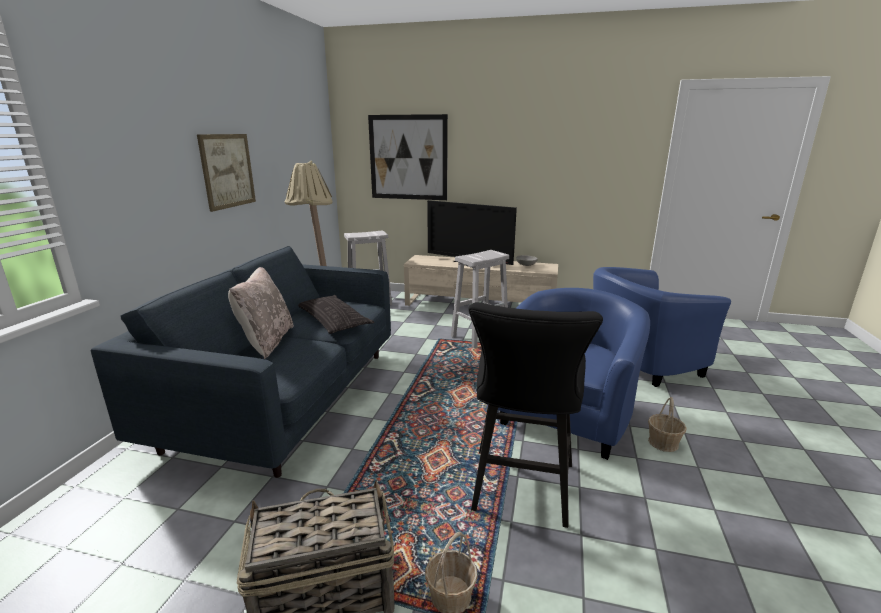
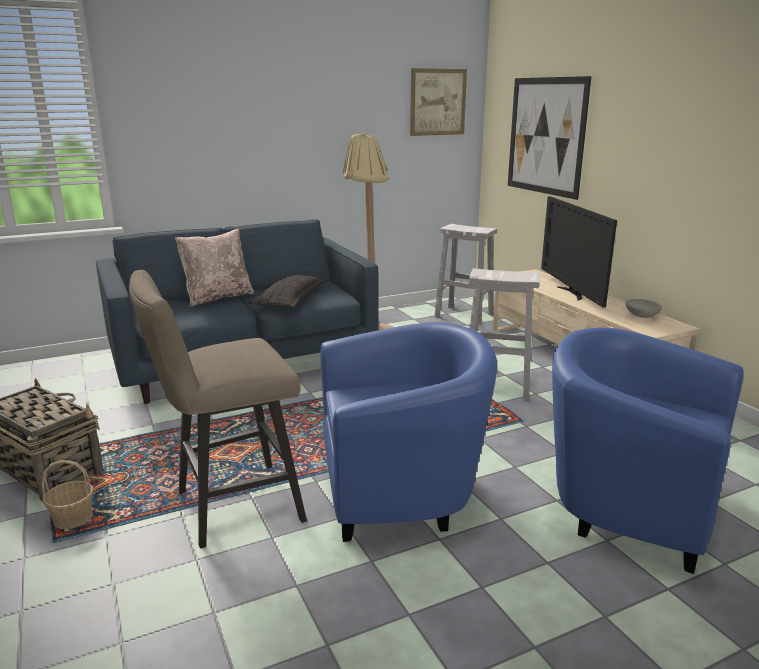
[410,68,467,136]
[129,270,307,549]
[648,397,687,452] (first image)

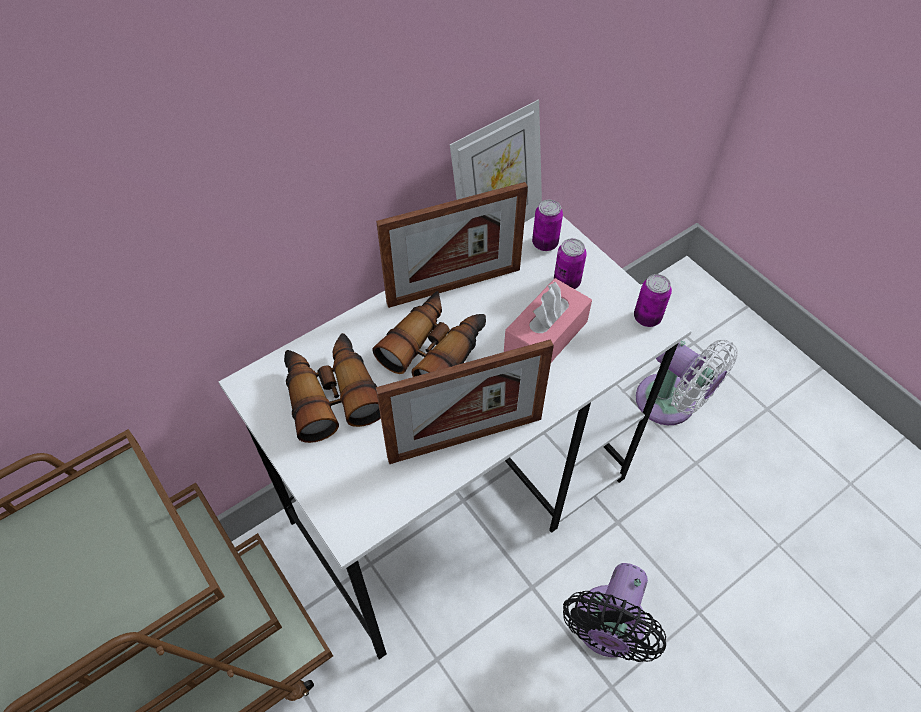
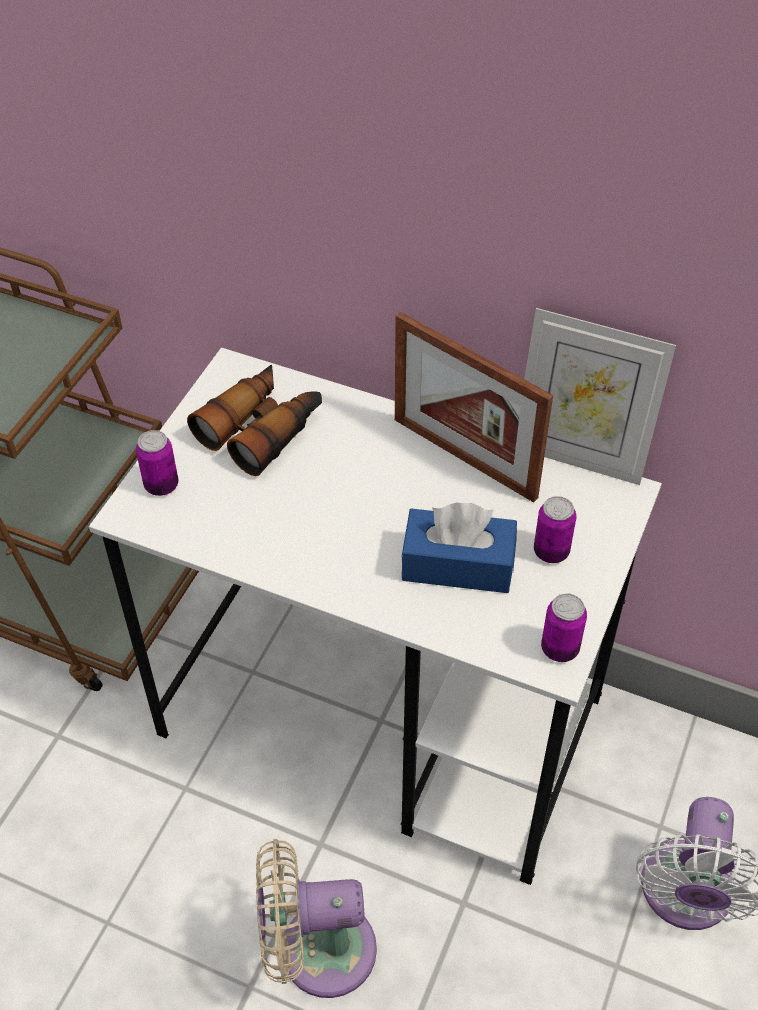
[372,291,486,377] (first image)
[376,339,554,464] (first image)
[401,503,517,593]
[136,430,178,496]
[256,839,377,998]

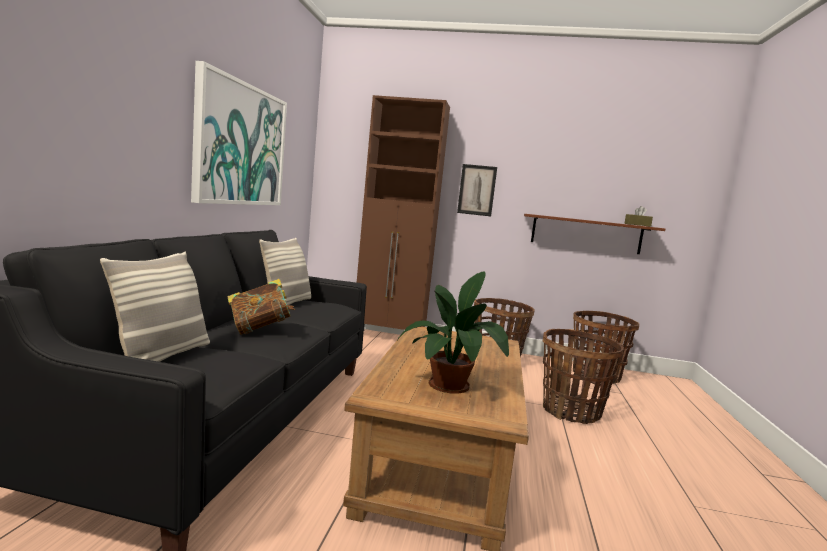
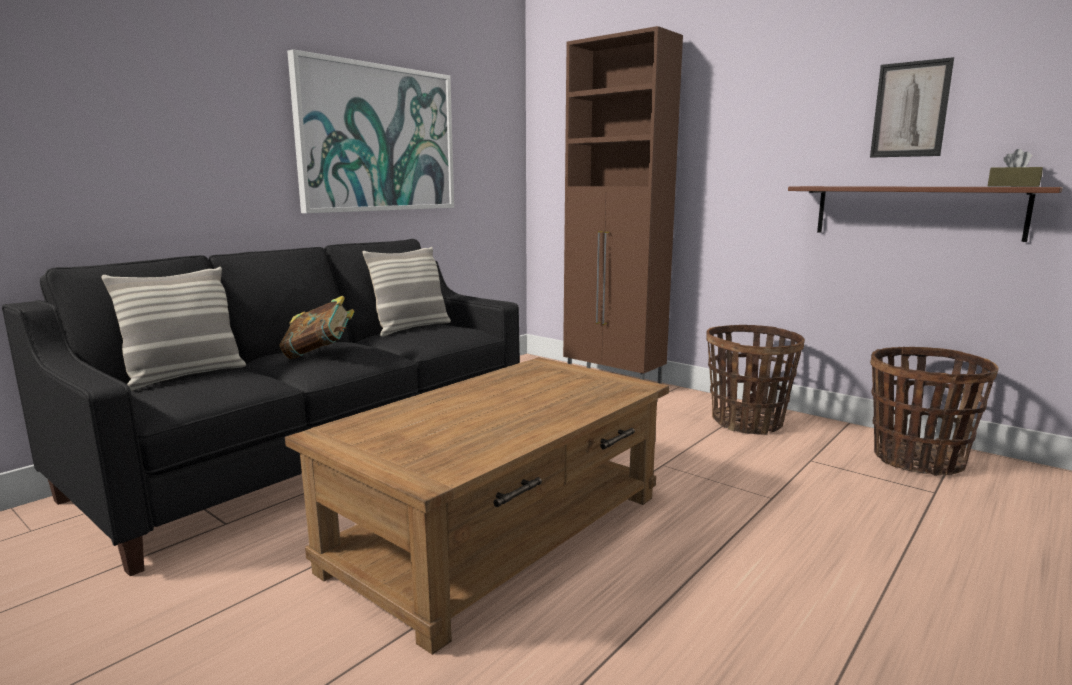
[397,271,509,394] (first image)
[870,57,954,158]
[543,329,624,424] (first image)

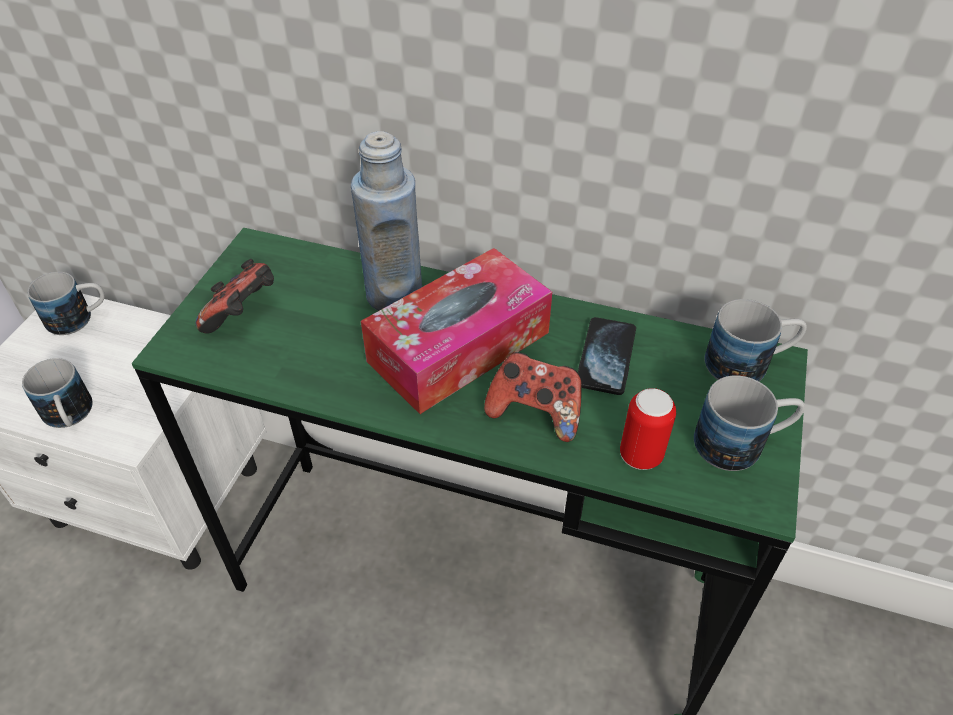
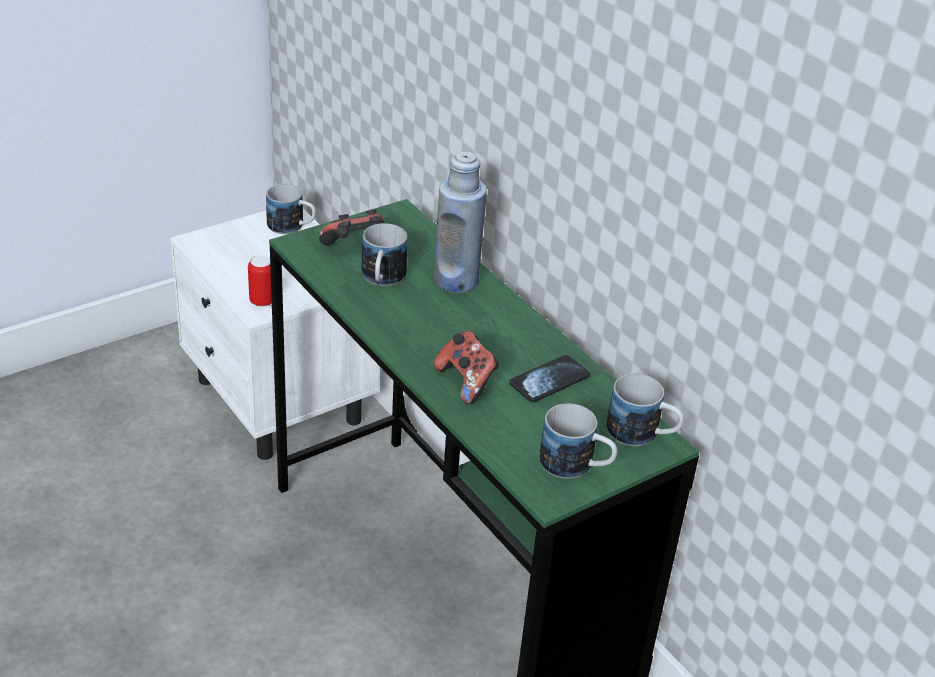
[362,223,408,286]
[361,248,552,414] (first image)
[248,256,272,307]

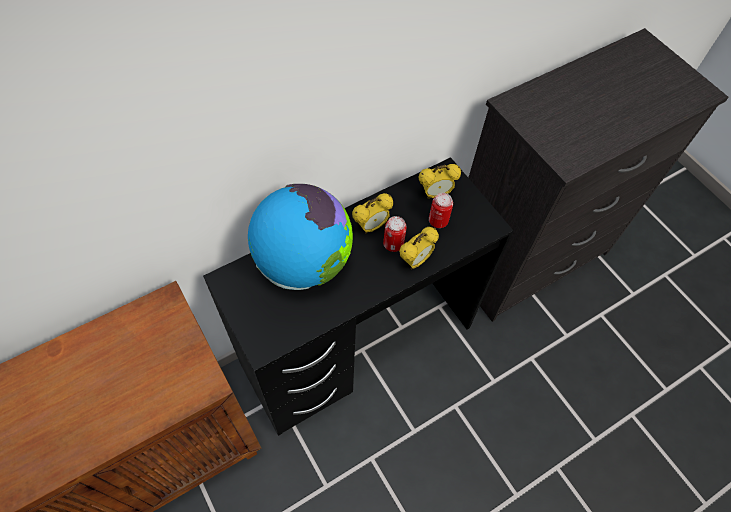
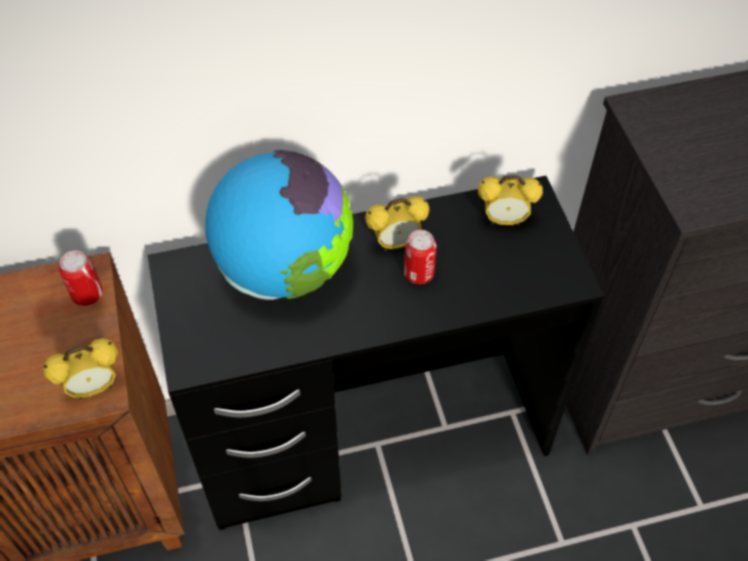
[43,338,118,399]
[59,250,102,306]

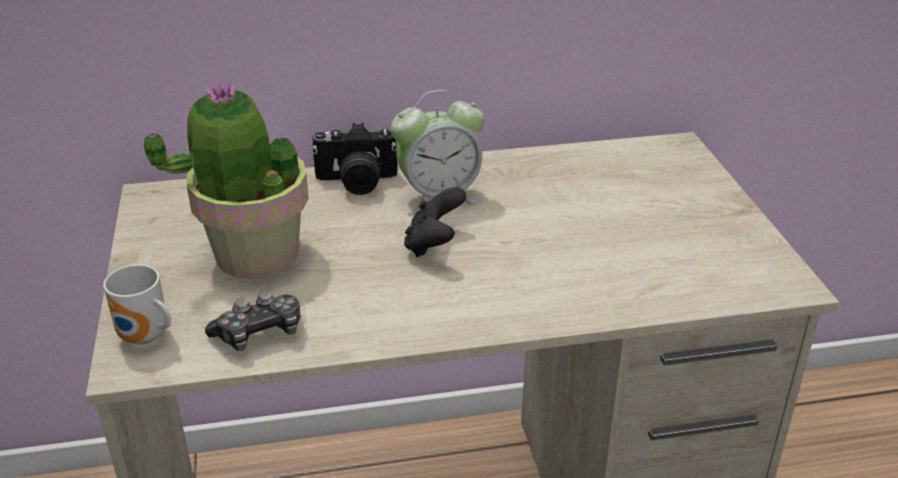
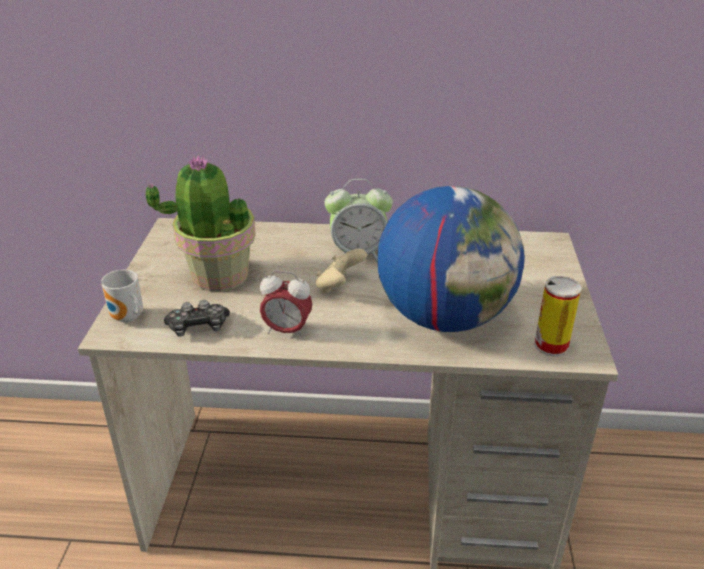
[311,123,398,195] (first image)
[316,249,367,294]
[260,270,312,338]
[378,186,525,332]
[534,276,581,356]

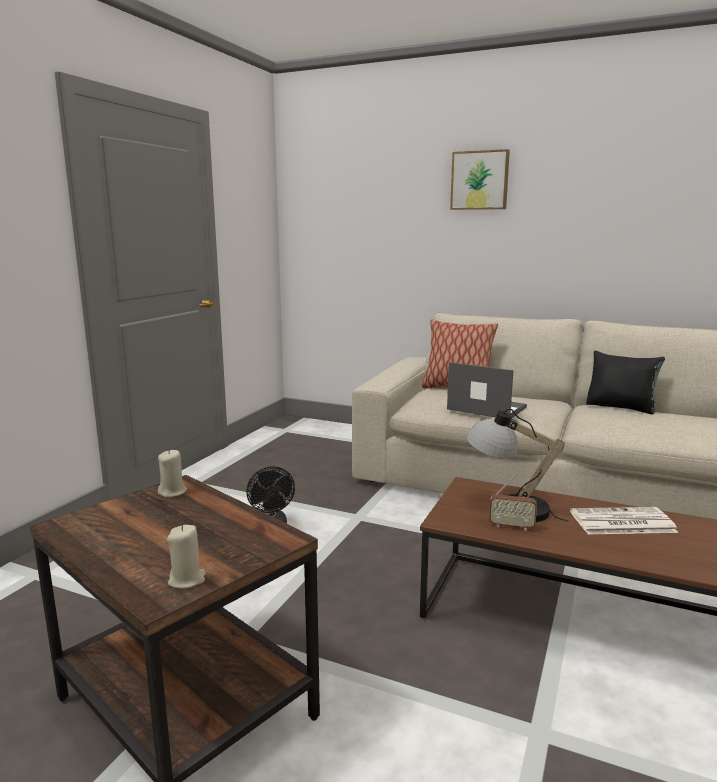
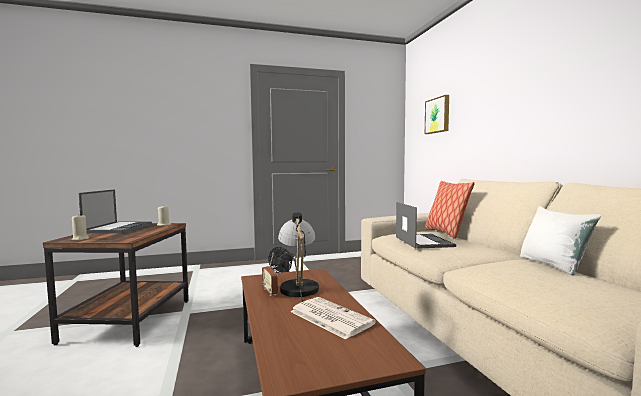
[425,95,449,134]
[520,206,601,275]
[79,189,152,233]

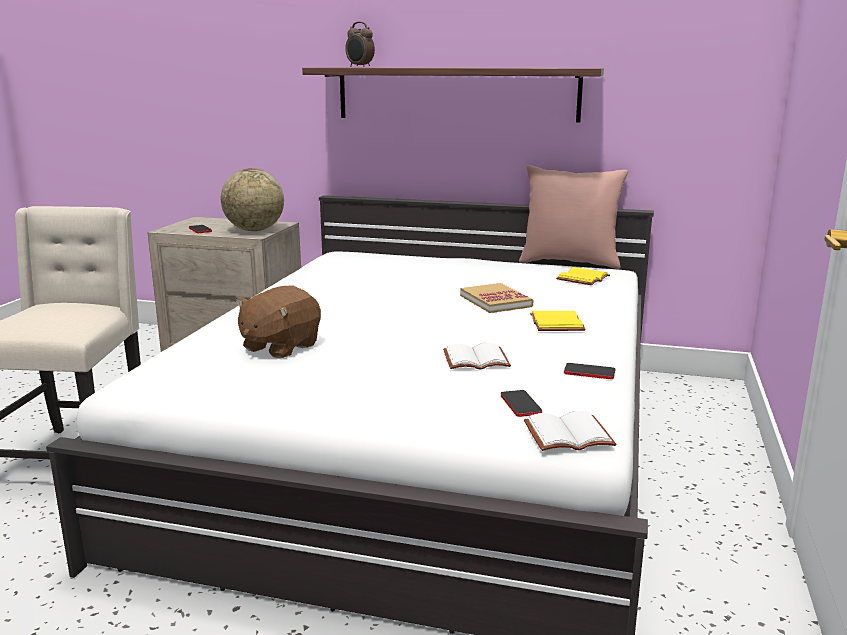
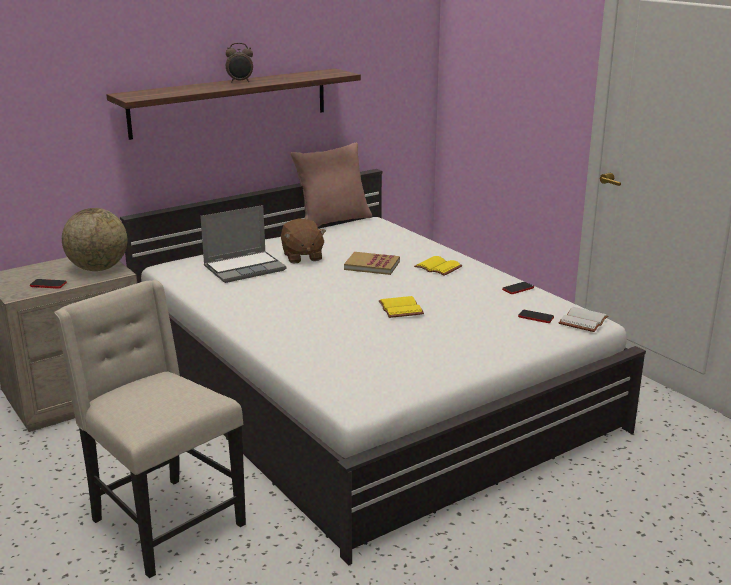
[281,218,326,263]
[226,43,253,82]
[443,342,511,370] (first image)
[378,296,424,318]
[200,205,286,283]

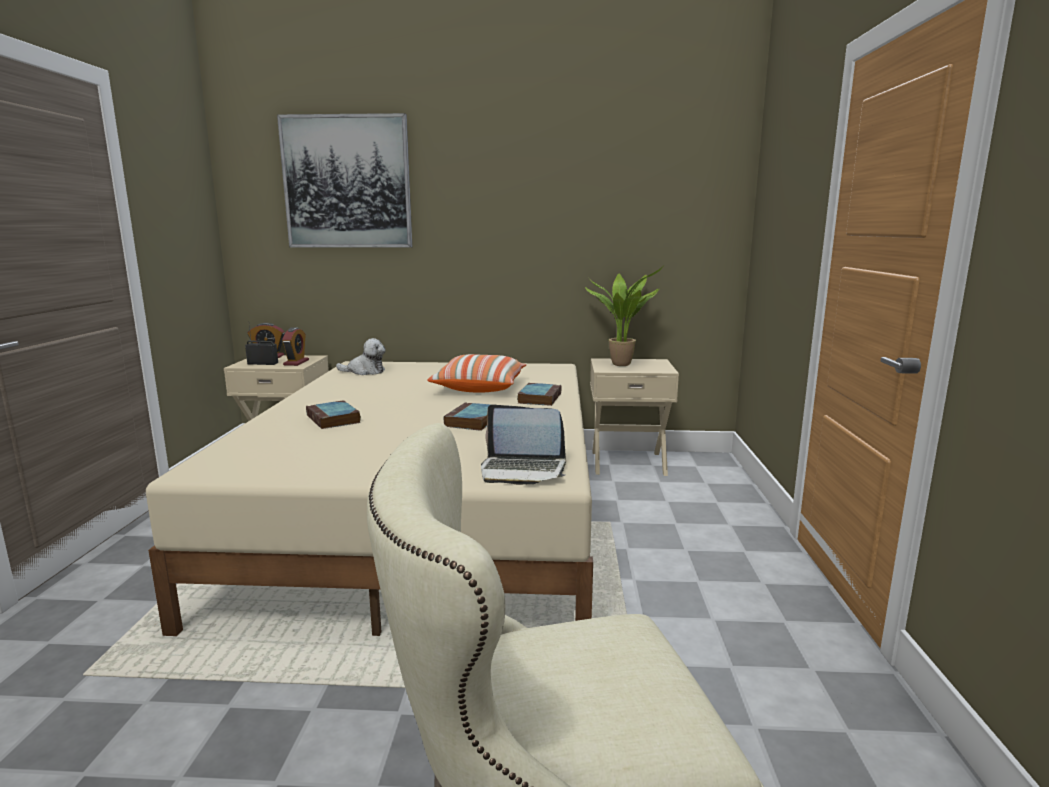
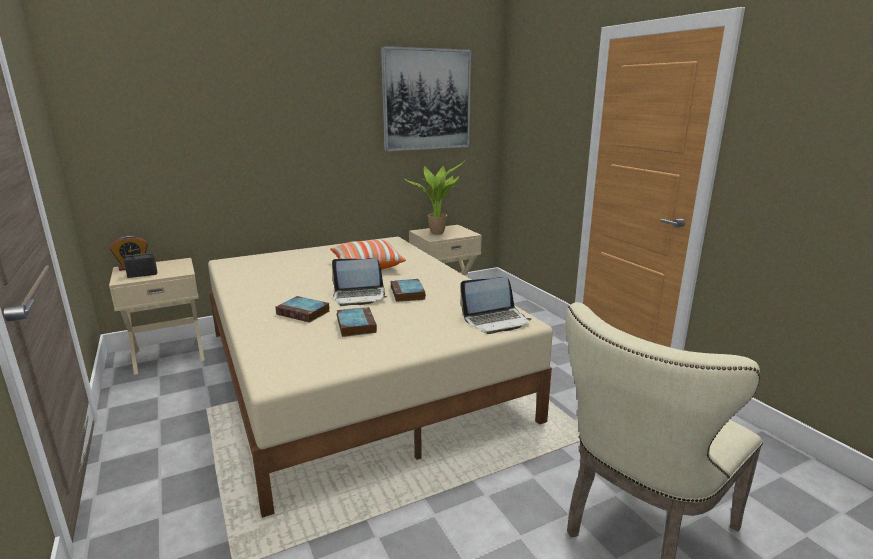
[381,46,471,151]
[282,328,309,366] (first image)
[336,338,386,375] (first image)
[337,307,377,337]
[332,258,388,306]

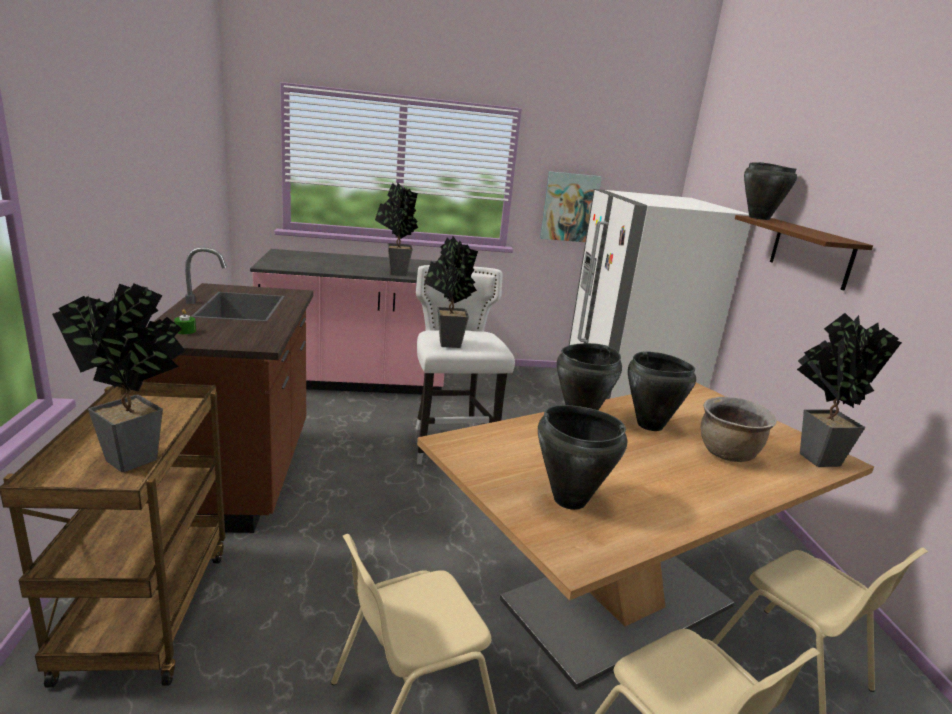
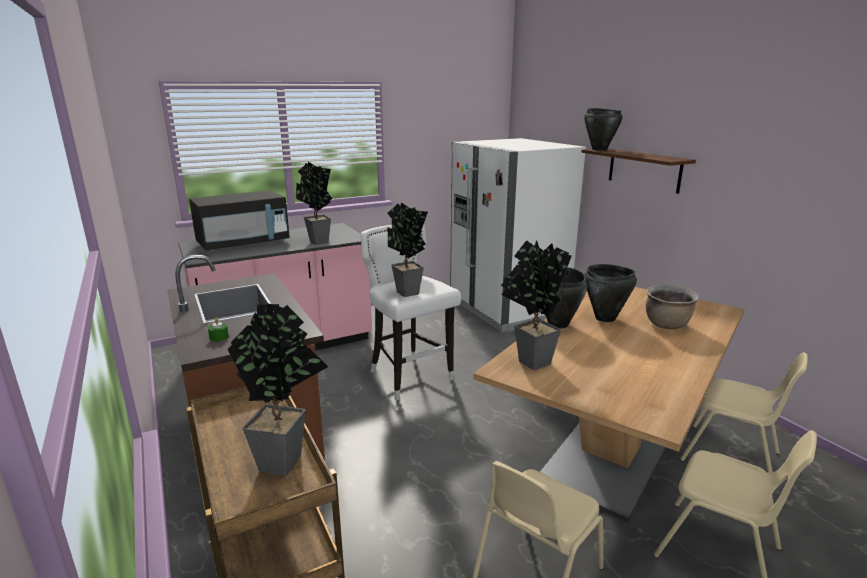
[538,405,627,510] (first image)
[540,171,602,242] (first image)
[501,240,572,370]
[189,190,290,251]

